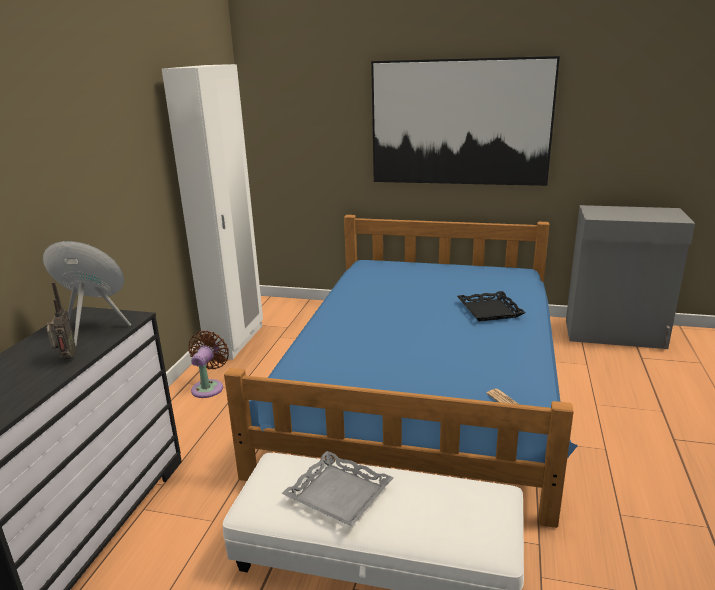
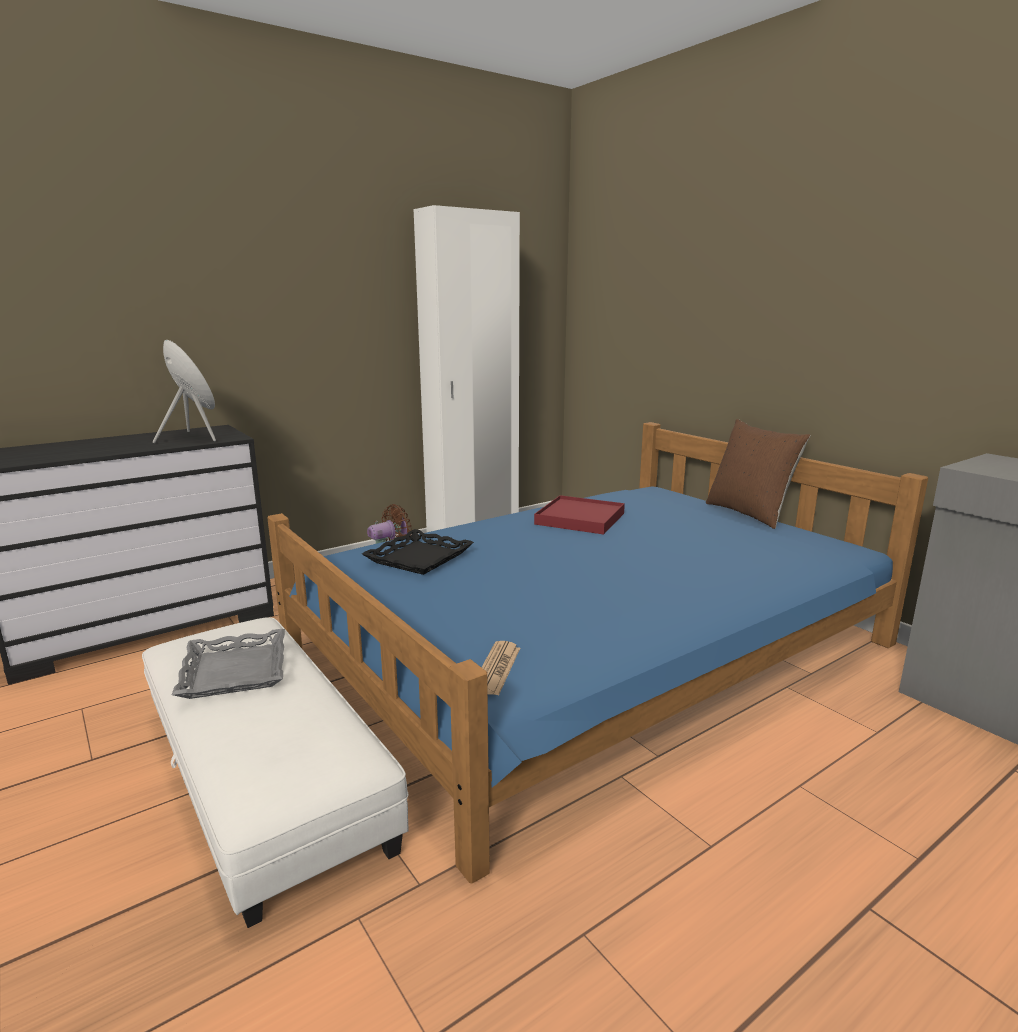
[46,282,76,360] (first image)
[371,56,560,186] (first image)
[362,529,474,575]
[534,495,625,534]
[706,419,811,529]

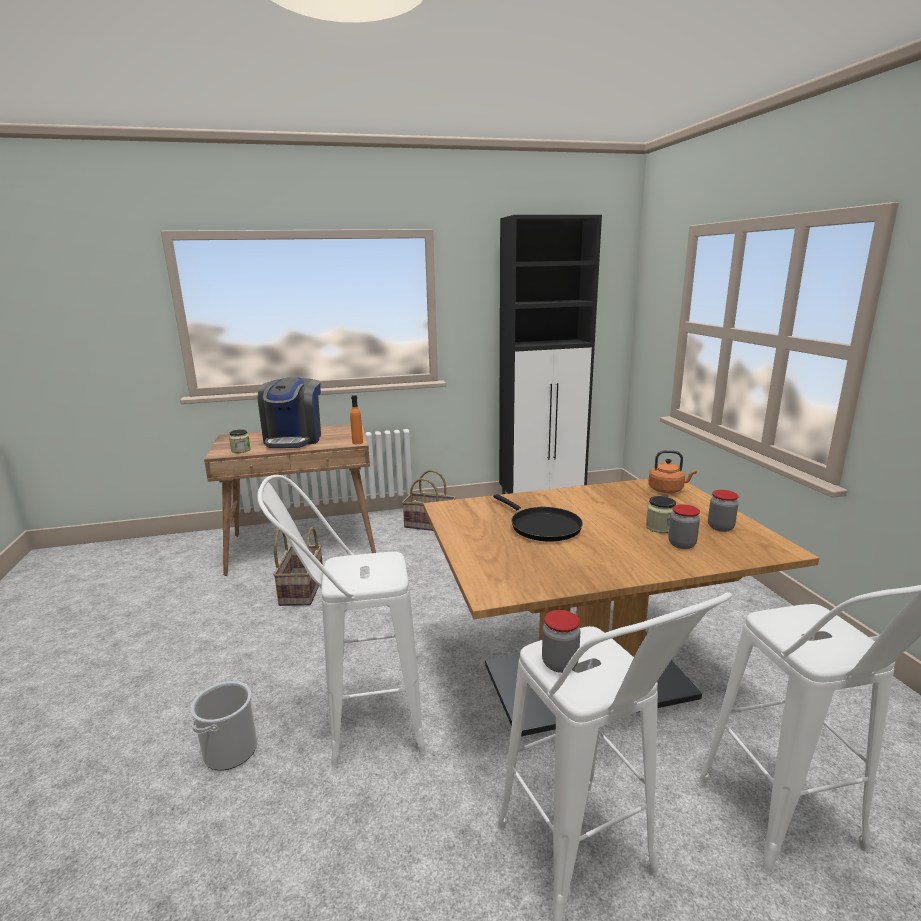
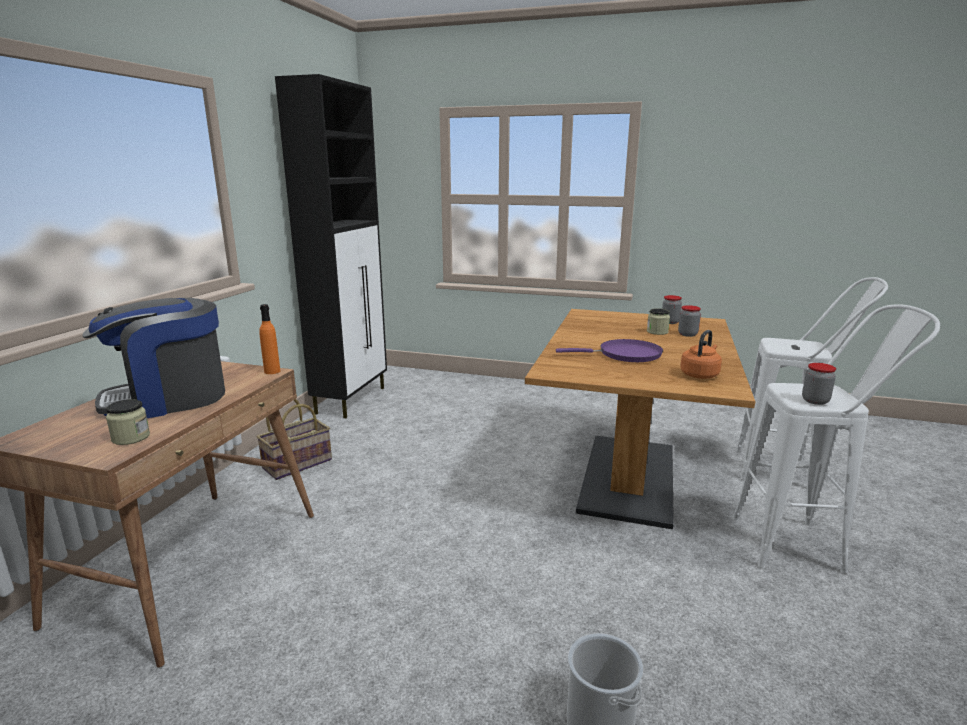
[257,475,426,768] (first image)
[82,298,225,418]
[273,527,323,606] (first image)
[556,339,663,362]
[680,330,722,379]

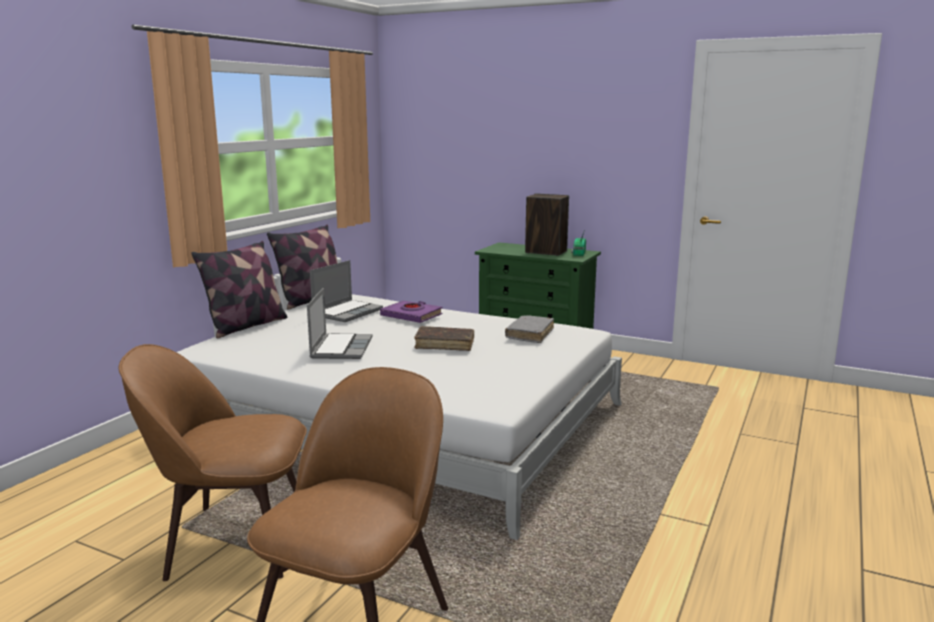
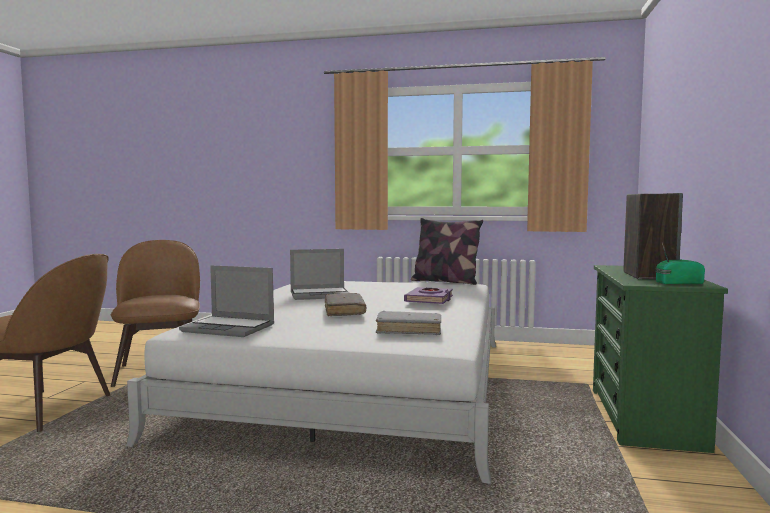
[191,241,287,338] (first image)
[179,265,274,337]

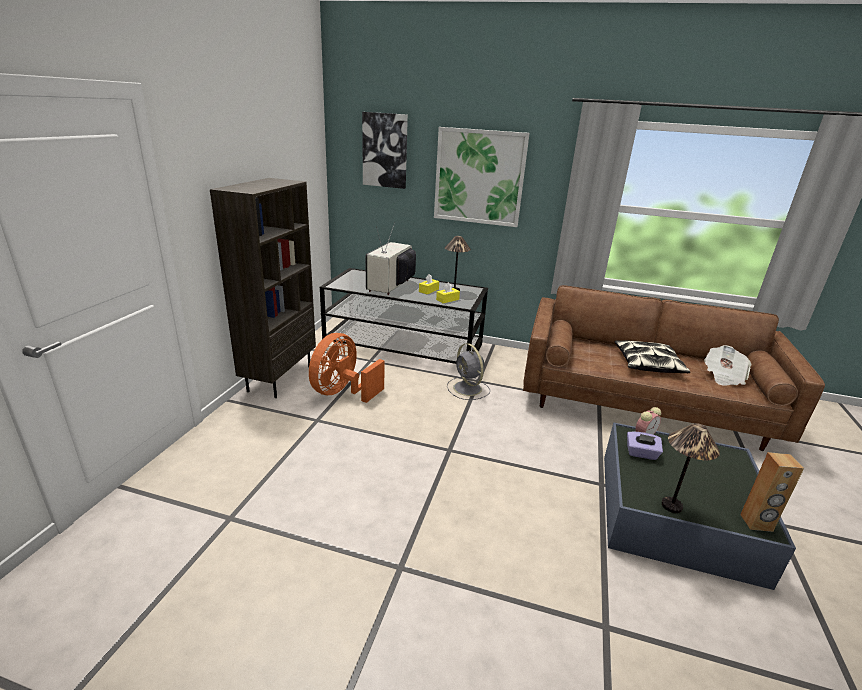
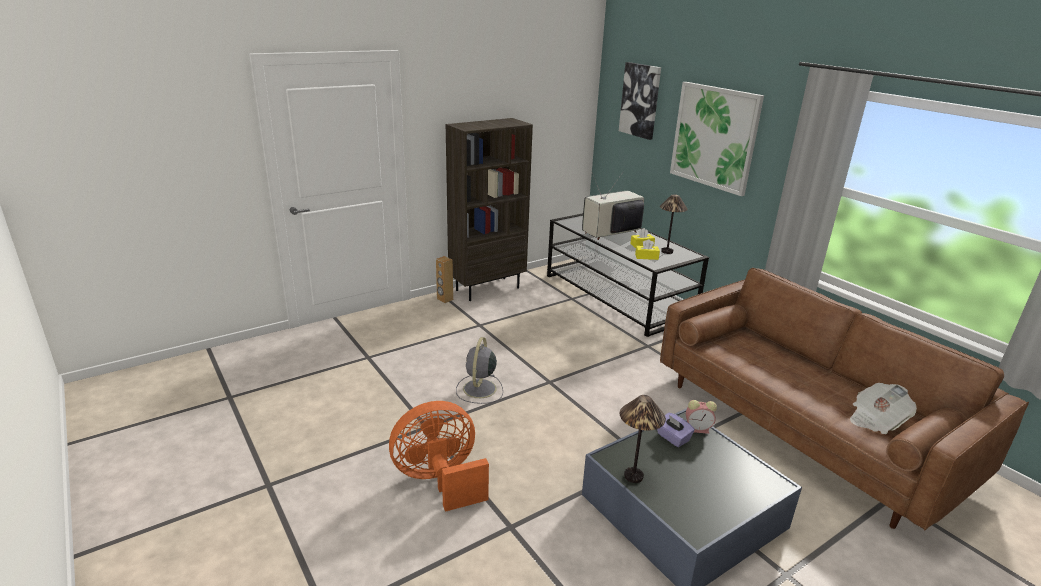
[389,401,489,512]
[456,337,503,404]
[615,341,690,373] (first image)
[436,256,453,303]

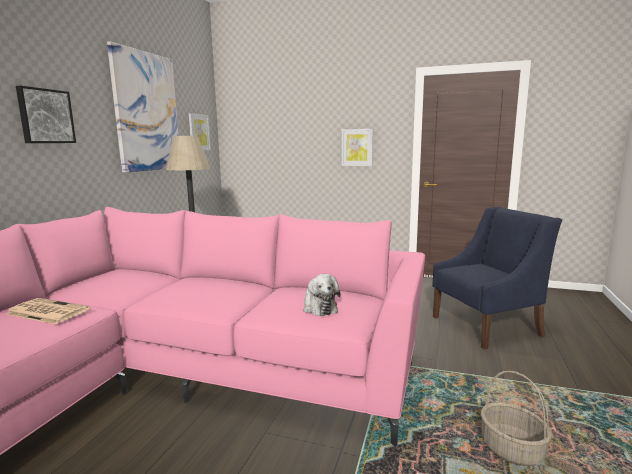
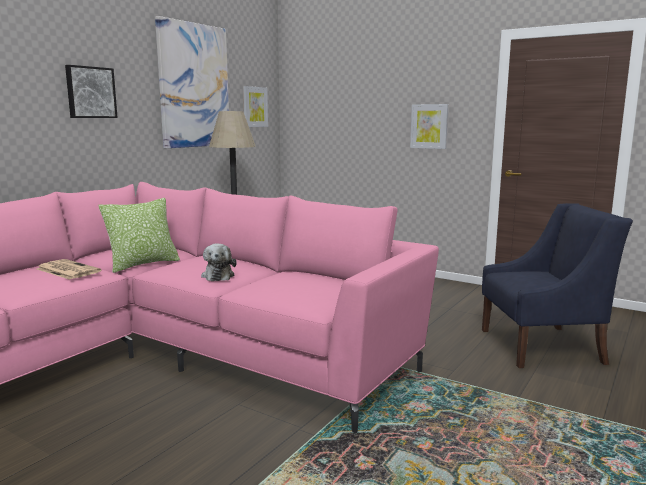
[201,243,237,281]
[481,371,552,466] (first image)
[98,198,180,273]

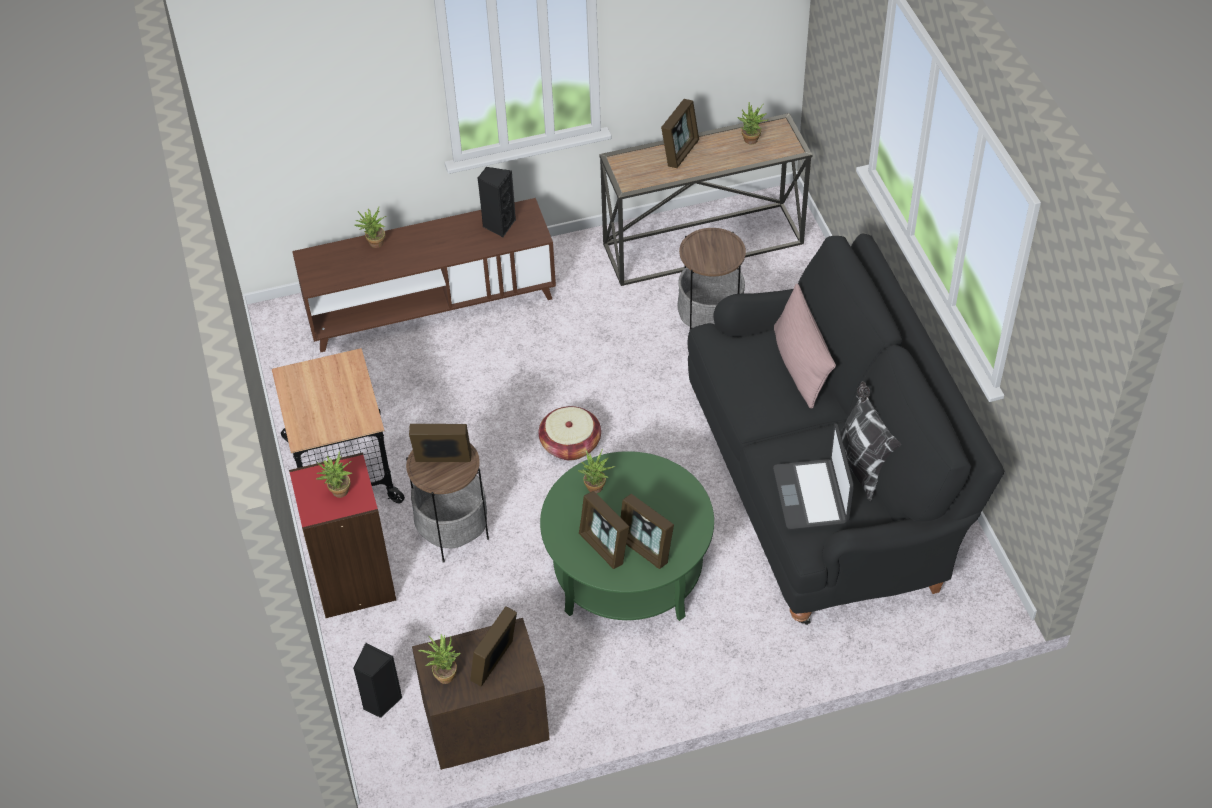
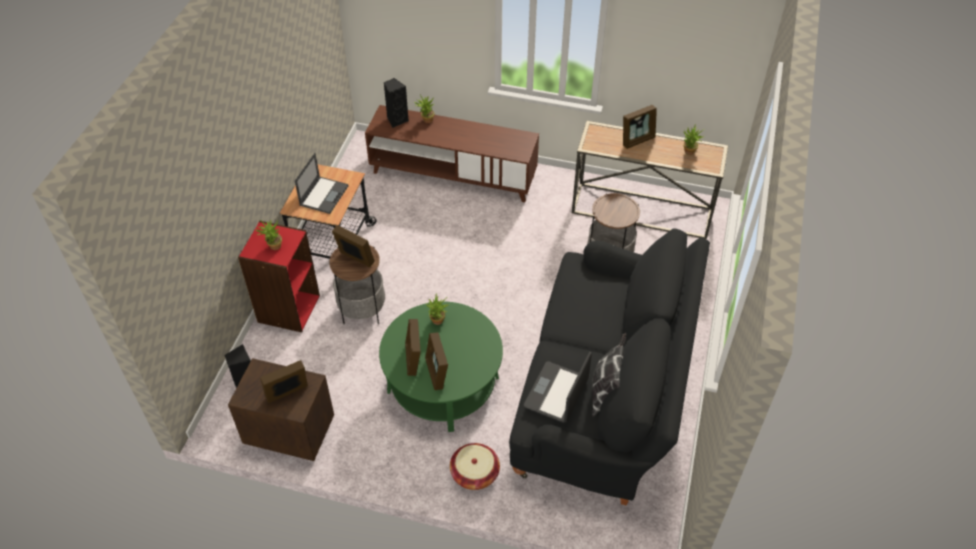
[419,634,461,684] (first image)
[383,78,409,128]
[450,443,500,490]
[774,284,836,409] (first image)
[295,153,349,214]

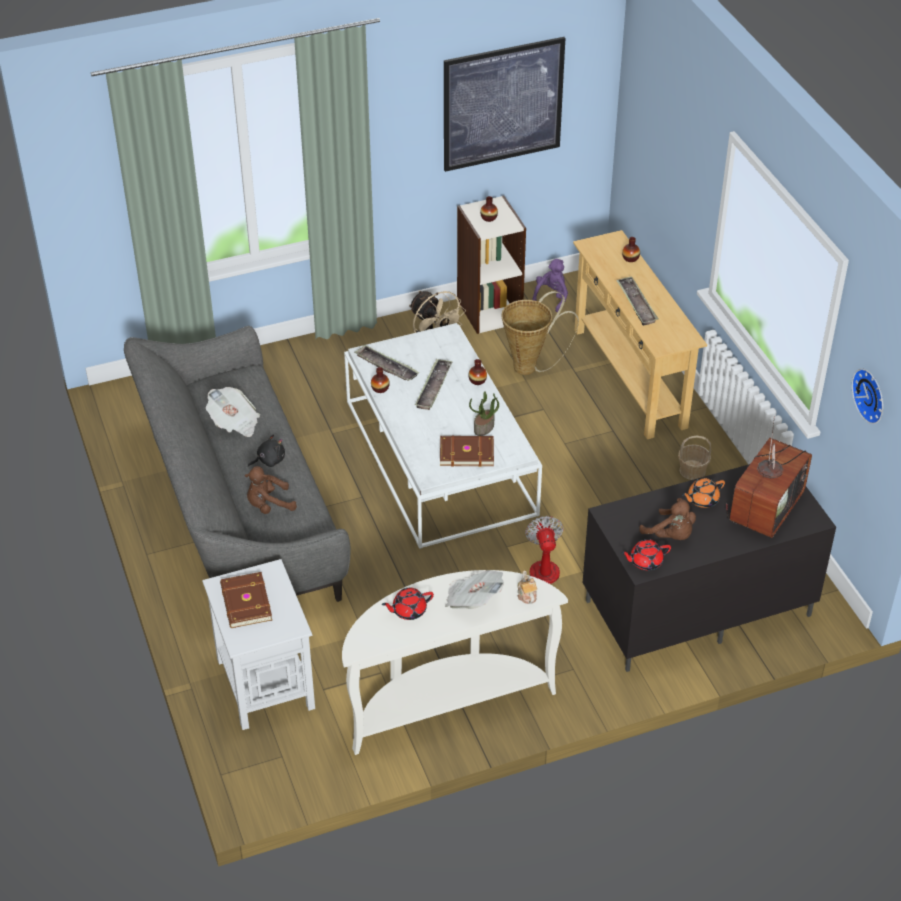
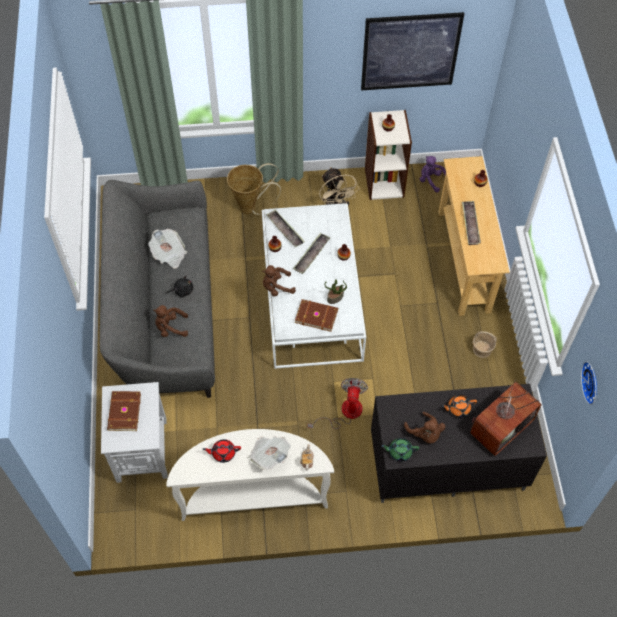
[227,163,281,215]
[420,156,446,193]
[381,438,419,461]
[262,265,296,296]

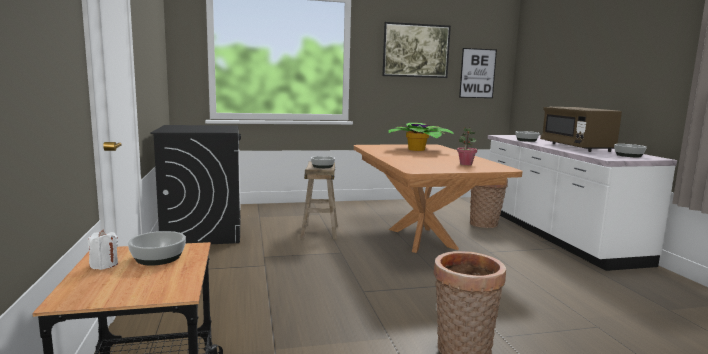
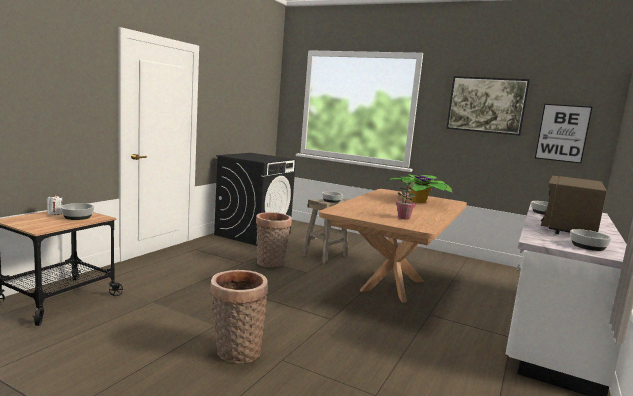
[256,212,292,267]

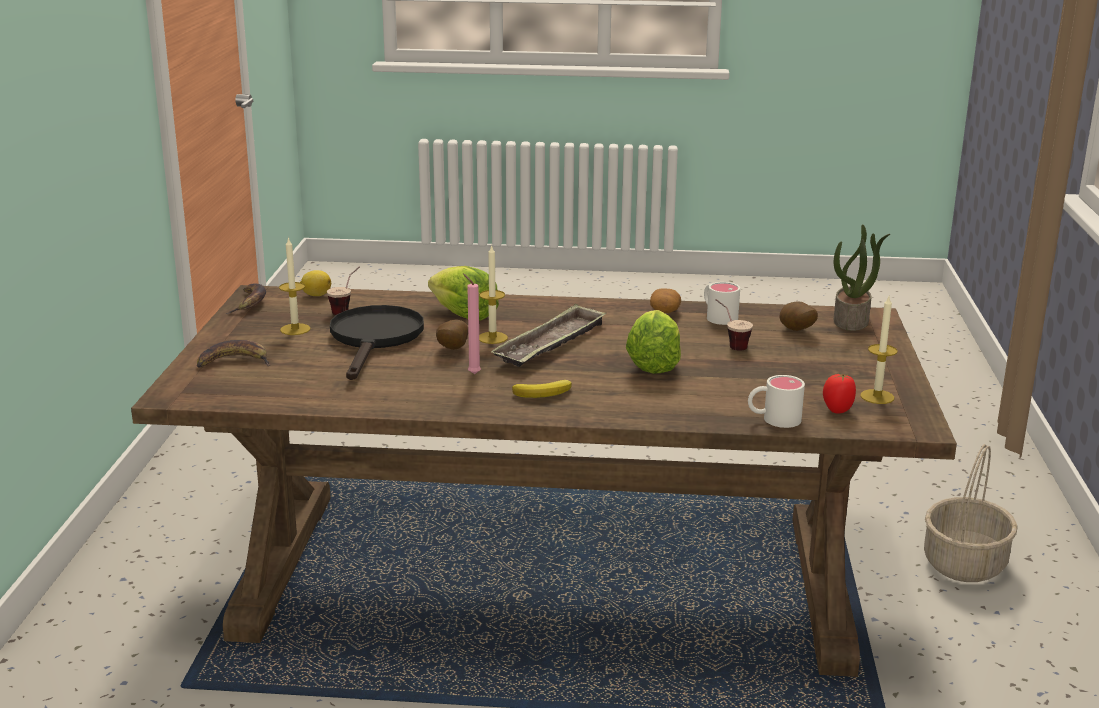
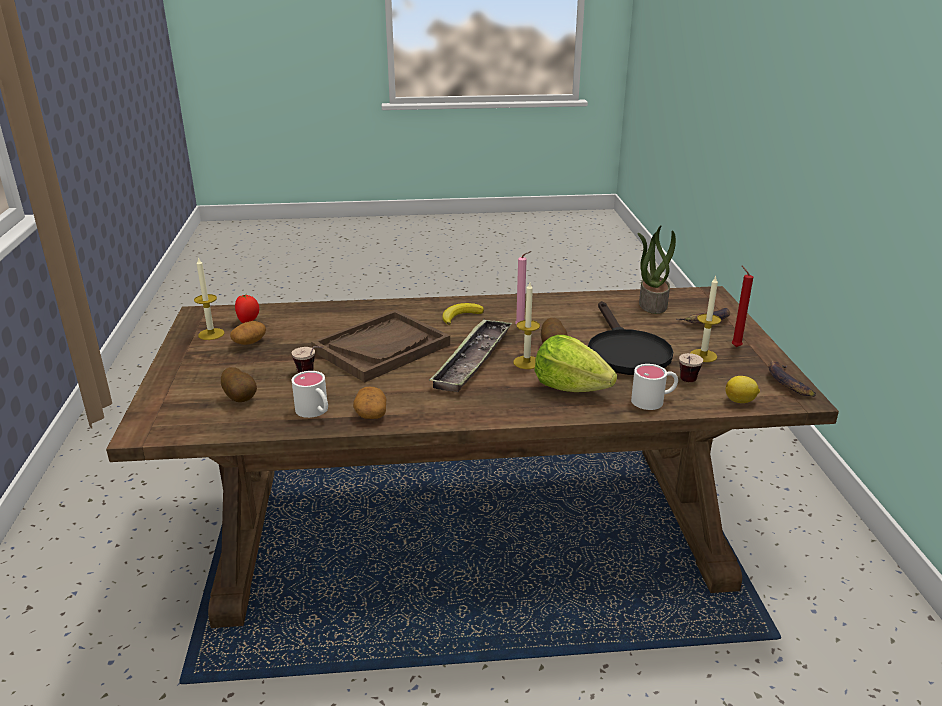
[311,310,450,382]
[631,364,678,410]
[637,226,676,314]
[924,444,1018,582] (first image)
[230,321,266,345]
[732,265,753,347]

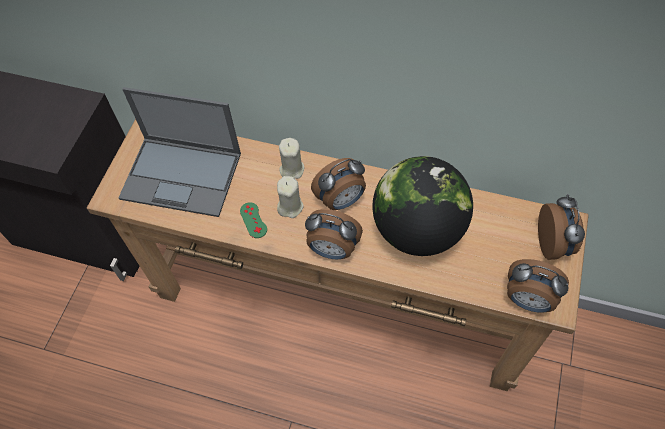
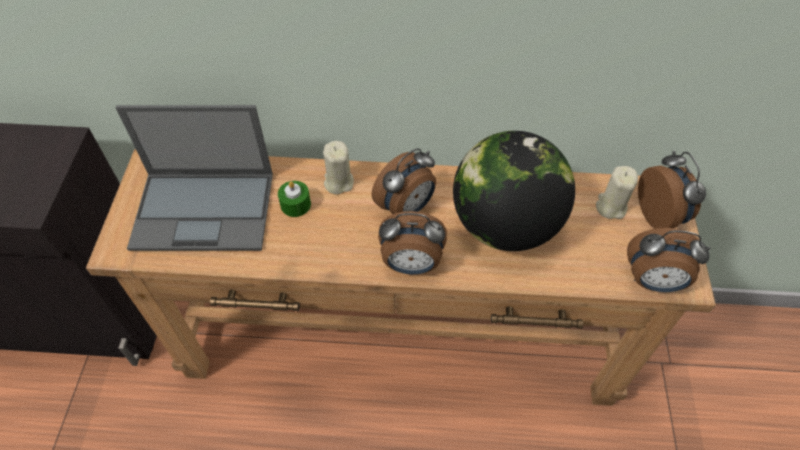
[240,202,267,238] (first image)
[596,166,638,219]
[278,181,311,217]

